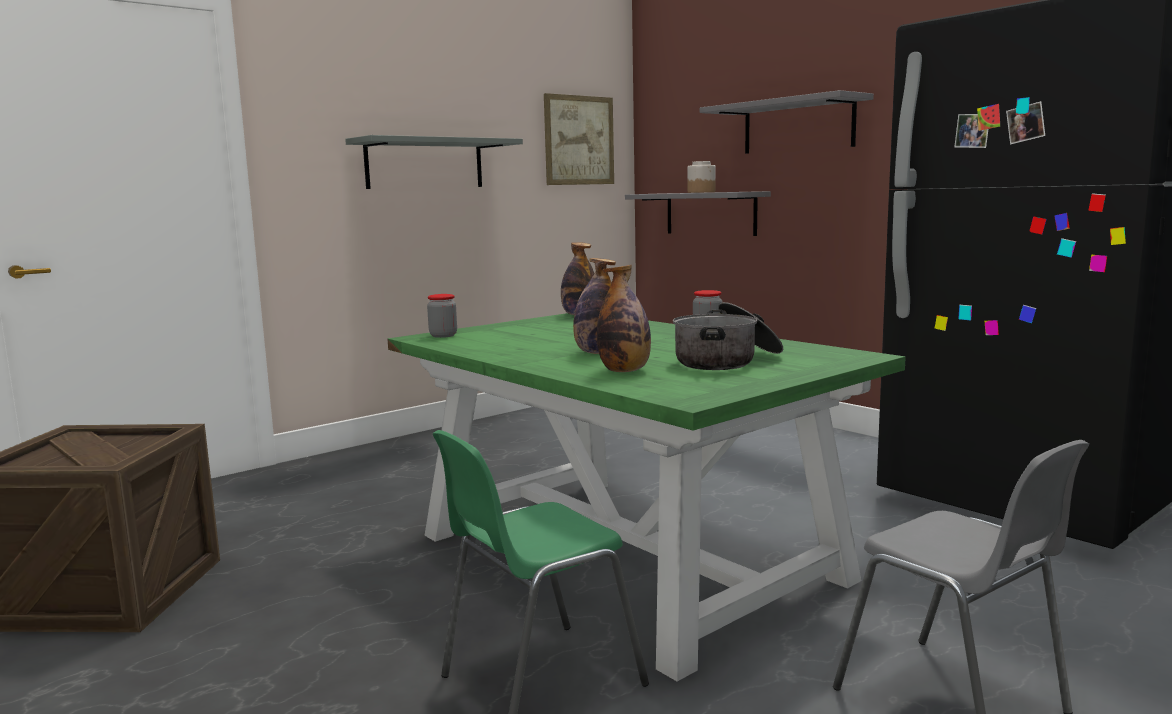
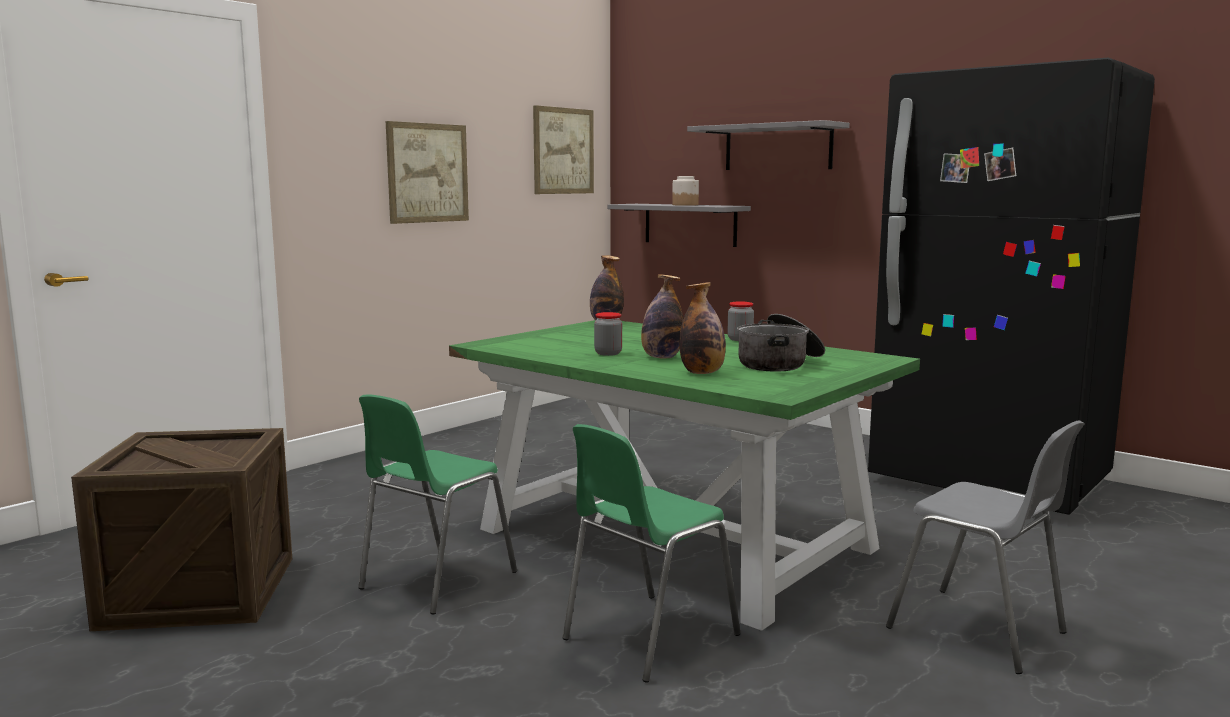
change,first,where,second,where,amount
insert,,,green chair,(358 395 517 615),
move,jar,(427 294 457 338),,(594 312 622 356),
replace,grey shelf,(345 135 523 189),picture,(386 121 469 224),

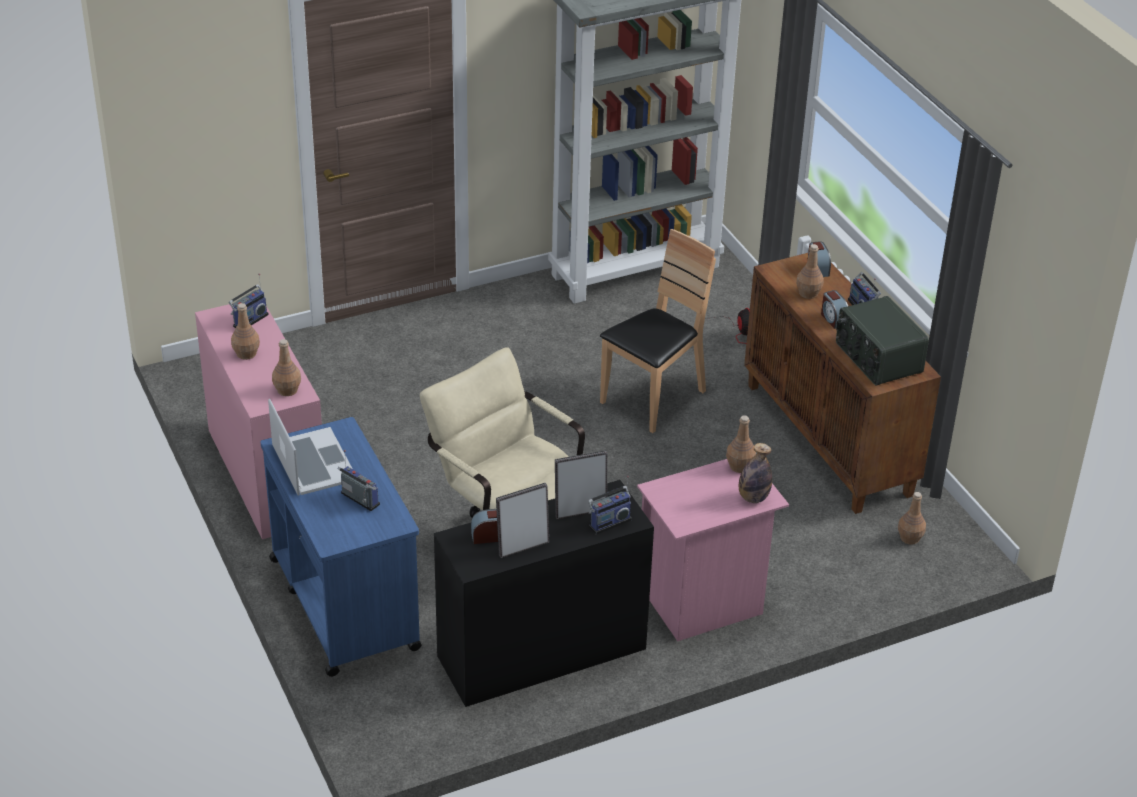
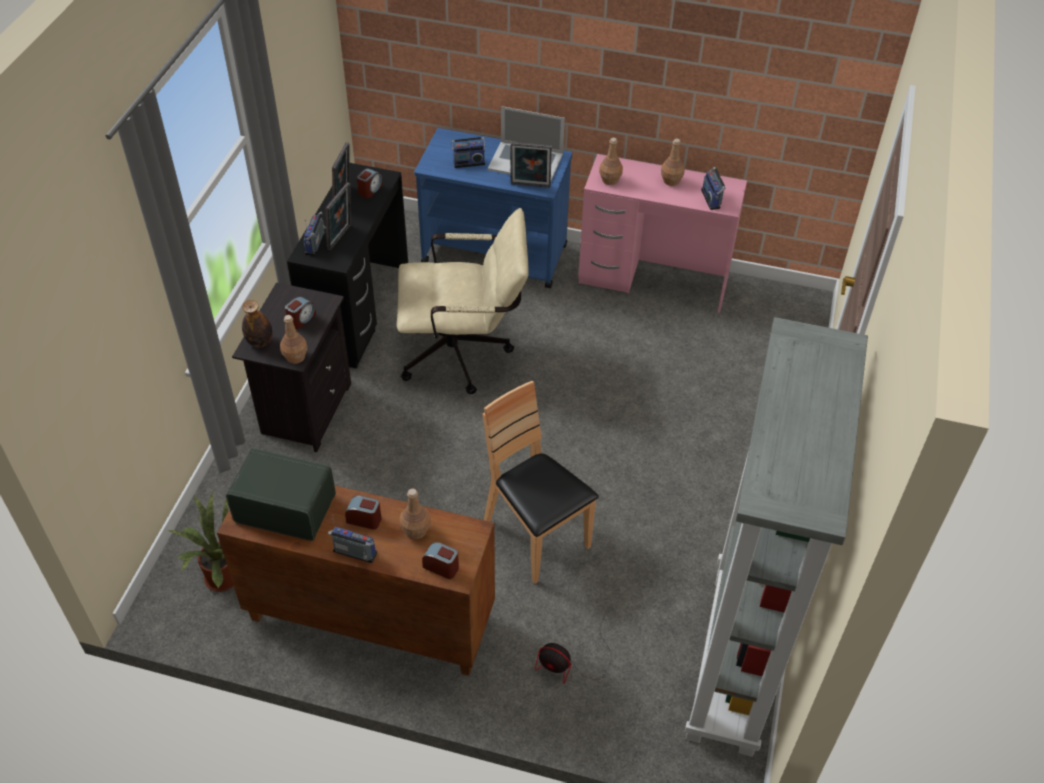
change,first,where,second,where,amount
insert,,,alarm clock,(285 296 316 329),
insert,,,picture frame,(510 142 552 188),
replace,brown bottle,(898 492 926 545),potted plant,(167 491 234 592),
recolor,pink nightstand,(637 459 789 641),black nightstand,(232 282 351 452),
rotate,brown chair,(600 229 716 433),,(483 381 599 584),150 degrees clockwise

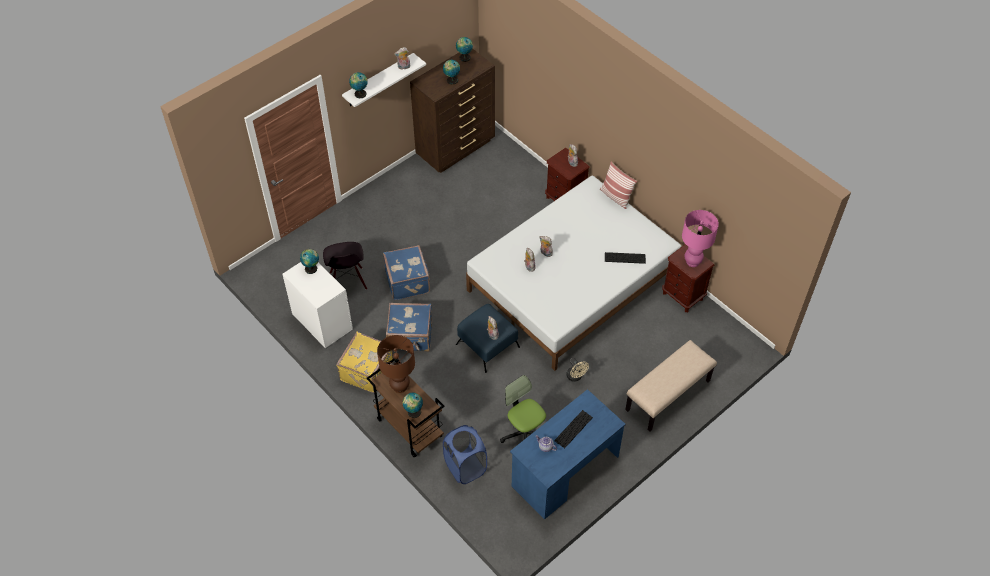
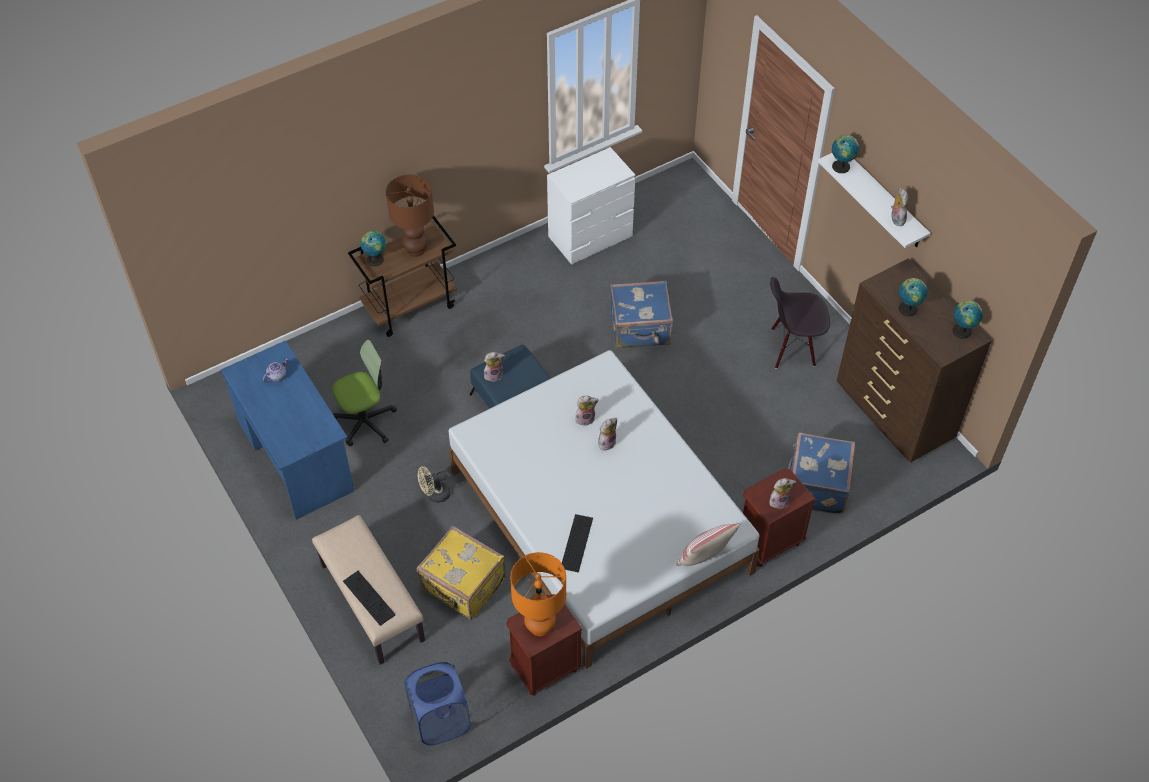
change,first,where,second,where,amount
delete,globe,(300 249 319 274),,,
move,black chair,(323 242 367 290),,(770 277 830 369),
move,yellow suitcase,(336 332 394 393),,(416 525 506 620),
move,blue suitcase,(386 303 432 351),,(788 432 855 515),
move,blue laundry basket,(443 425 487 484),,(404 662 470 746),
move,keyboard,(554 410 593 448),,(343 571 395 626),
recolor,pink table lamp,(682 210 719 267),orange table lamp,(510 552 566 636),

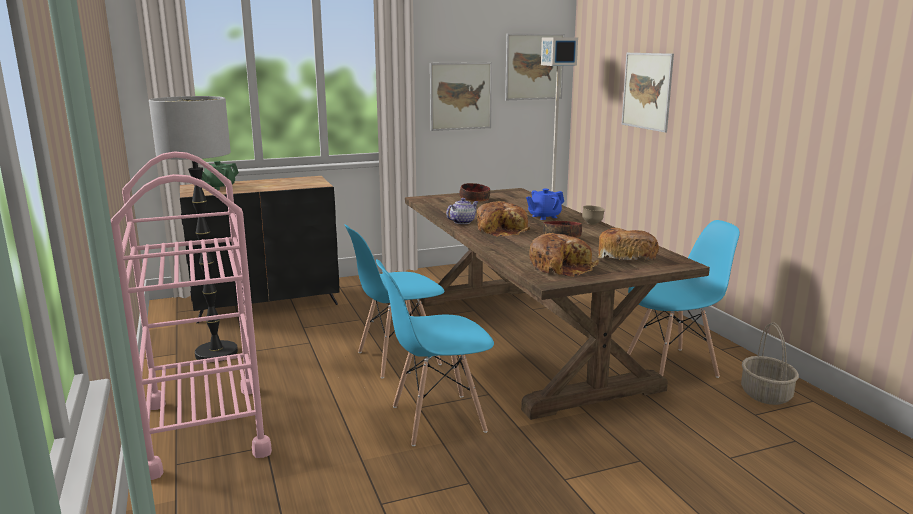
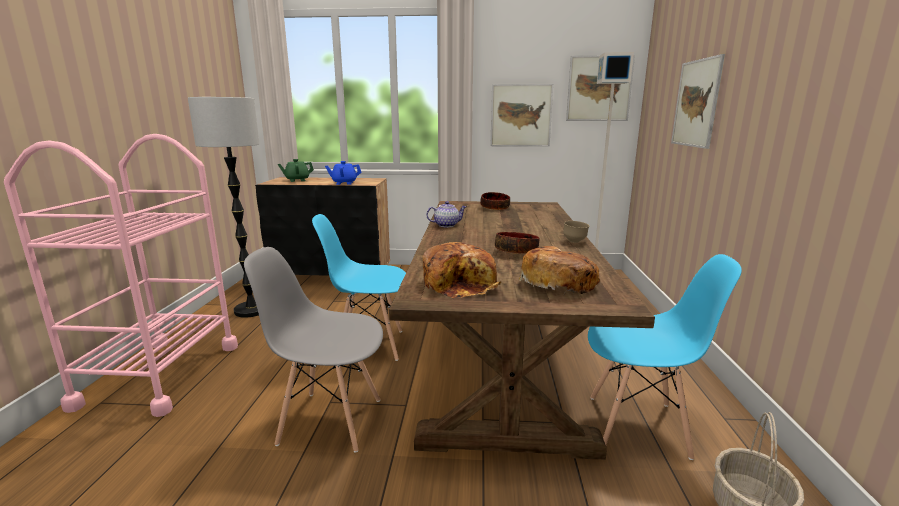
change,first,where,second,where,amount
delete,bread,(477 201 530 237),,,
move,blue teapot,(526 189 564 220),,(325 161 362 185),
recolor,blue chair,(376 259 494 446),grey chair,(244 247 383 453),

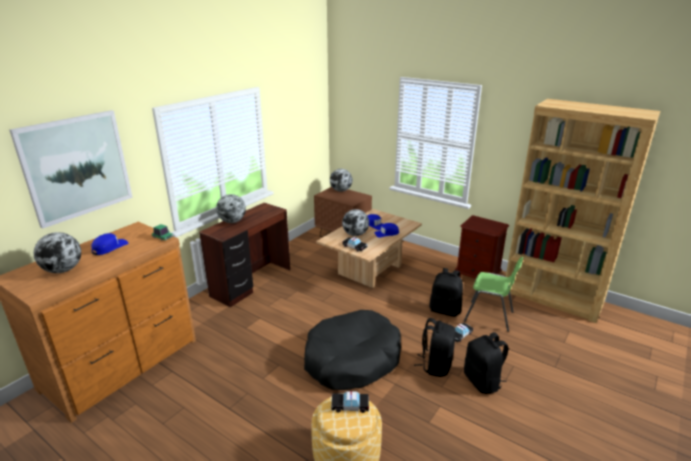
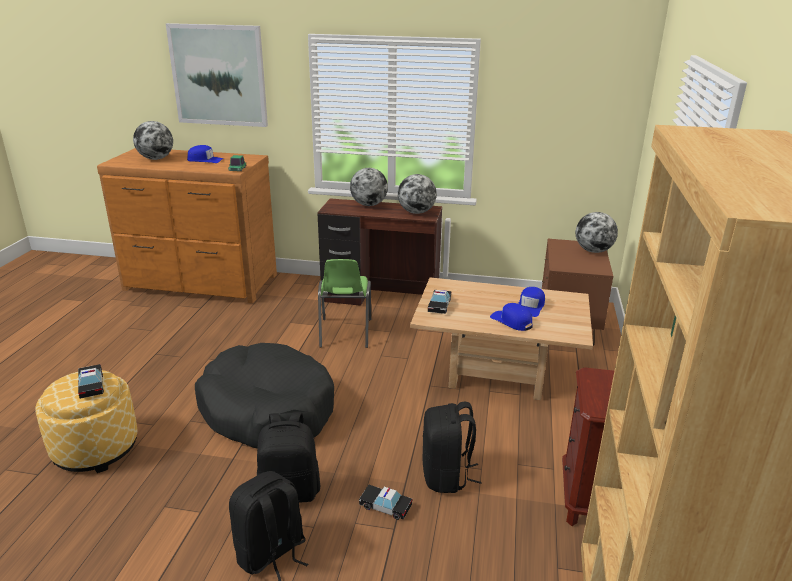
change,first,where,second,where,amount
move,globe,(342 209 369 236),,(398 174 437 214),
move,green chair,(464 257 523 332),,(318 259 371 348),

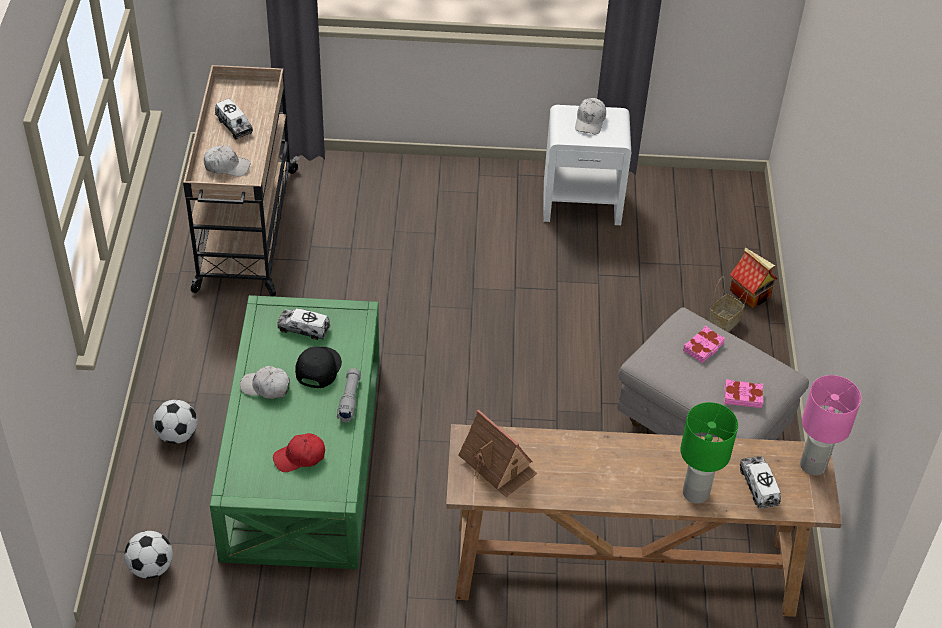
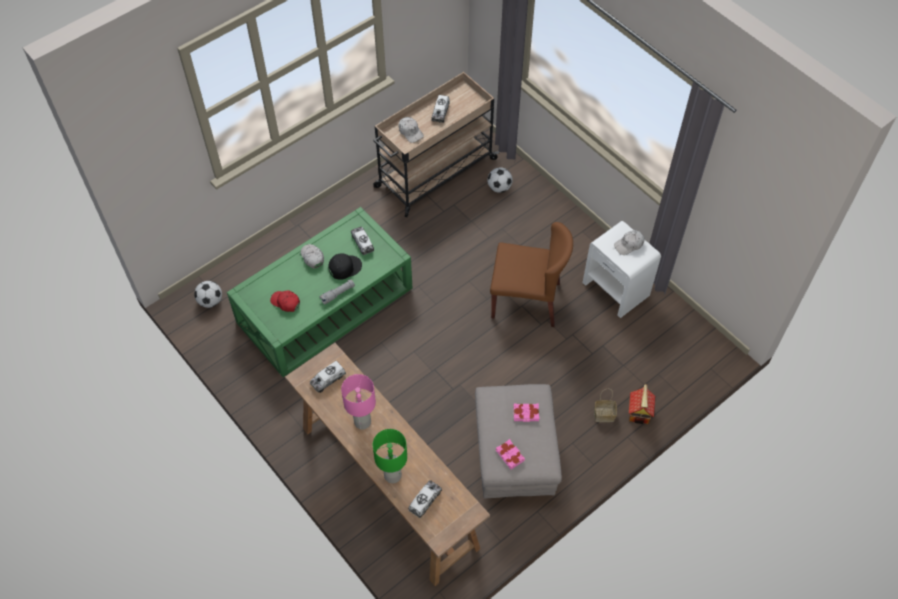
change,first,where,second,where,amount
insert,,,brown chair,(490 222 573 327),
move,football,(153 400 198 444),,(487 167 513 193),
move,pink table lamp,(800 375 861 476),,(341 374 376 429),
replace,toy house,(458 410 538 497),toy truck,(310 361 346 393),

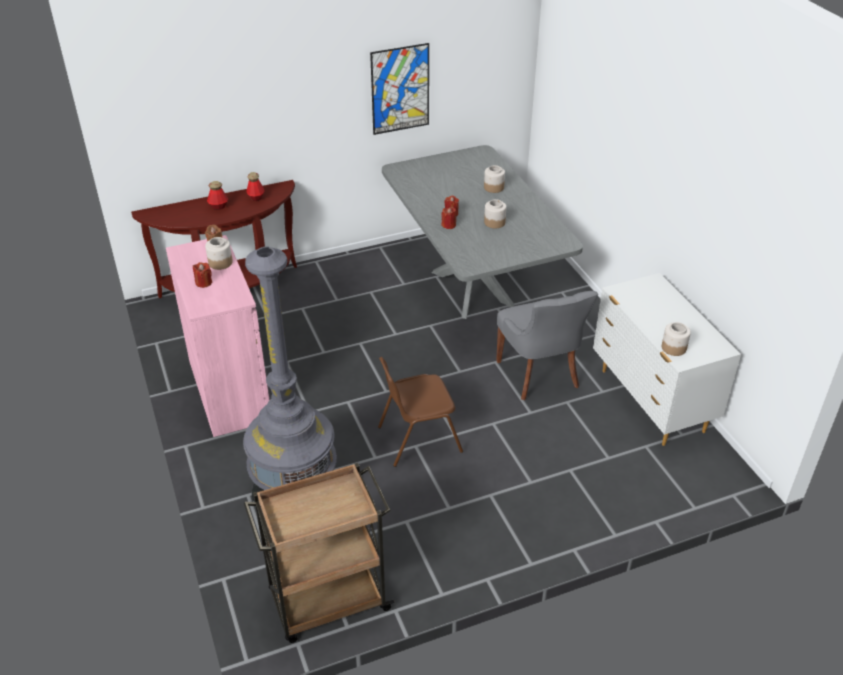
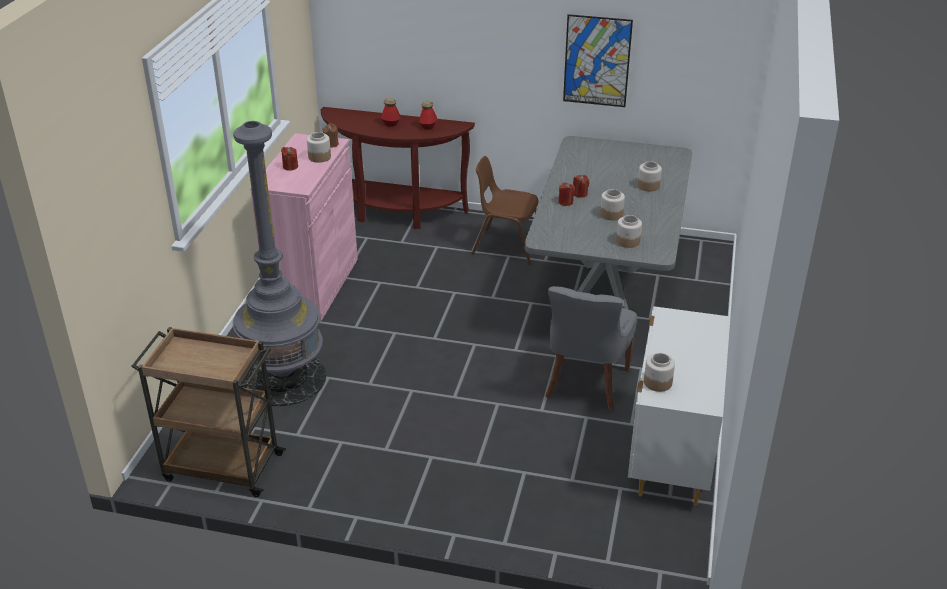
change,first,where,second,where,amount
insert,,,jar,(616 215 642 248),
move,brown chair,(378 357 463 467),,(472 156 539 265),

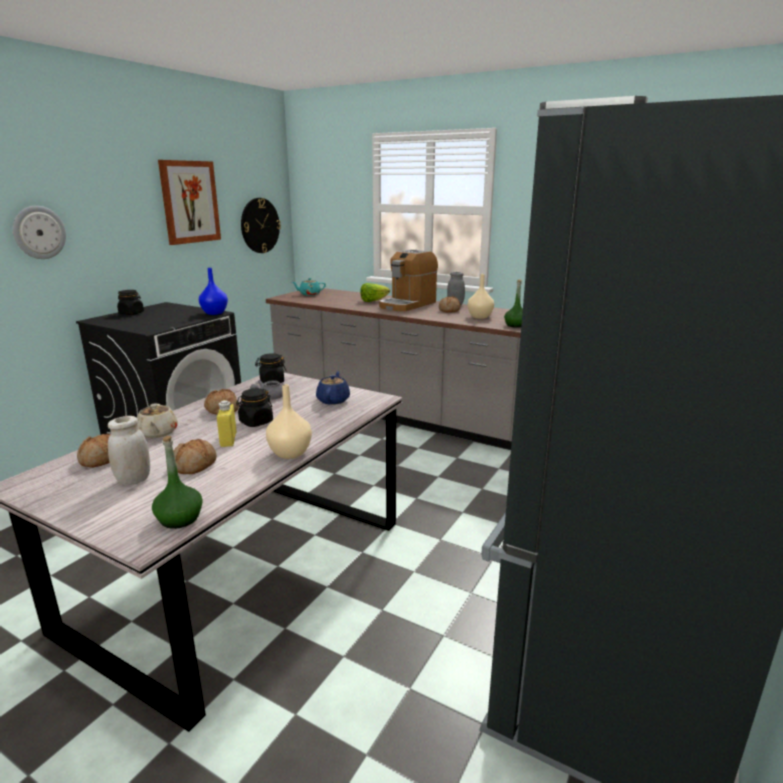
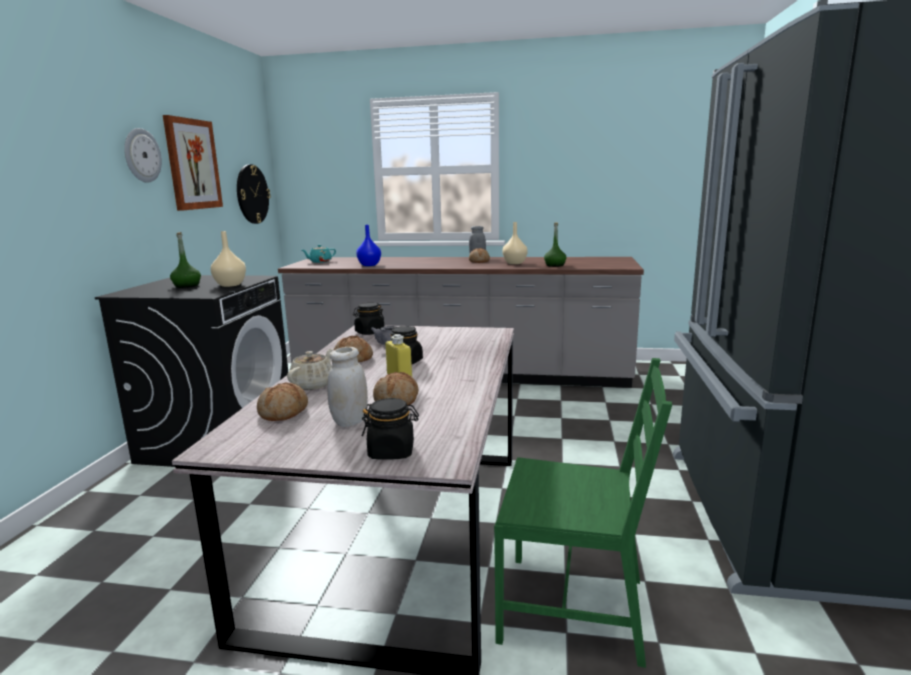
change,first,where,second,where,amount
delete,blue teapot,(316 371 350 405),,,
delete,lettuce,(360 283 390 302),,,
delete,coffee machine,(379 250 438 311),,,
insert,,,green chair,(494 358 672 668),
move,wall clock,(13 206 66 259),,(124 128 162 183),
move,black jar,(117 290 144 315),,(362 398 419 460),
move,green bottle,(152 436 203 529),,(170 232 201 288),
move,blue vase,(199 268 228 315),,(356 225 381 266),
move,beige vase,(266 384 312 459),,(211 231 246 287),
rotate,beige teapot,(137 404 178 438),,(287 348 333 390),120 degrees counterclockwise

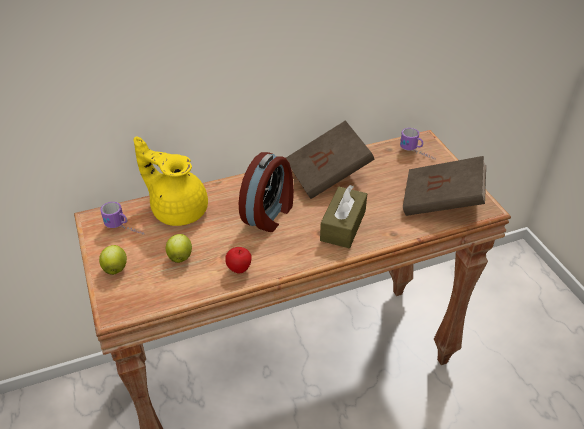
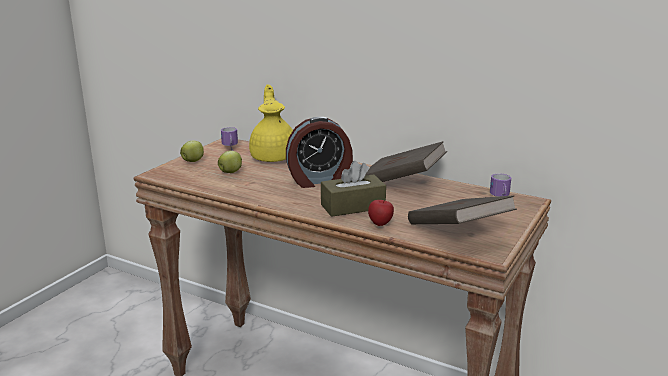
change,first,where,second,where,amount
move,apple,(225 247 252 273),,(368 200 394 226),

